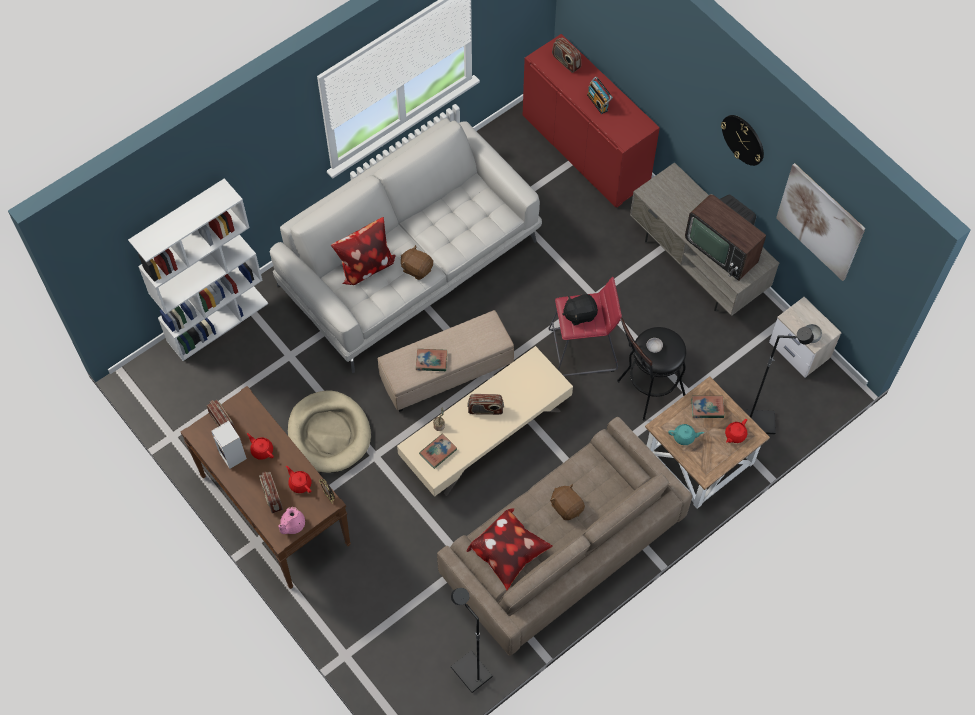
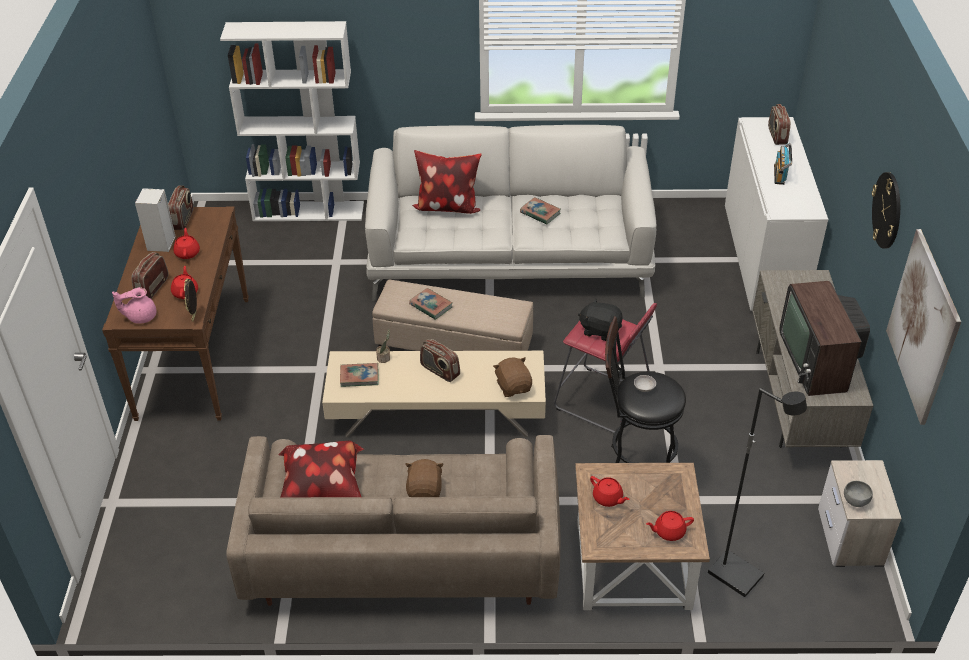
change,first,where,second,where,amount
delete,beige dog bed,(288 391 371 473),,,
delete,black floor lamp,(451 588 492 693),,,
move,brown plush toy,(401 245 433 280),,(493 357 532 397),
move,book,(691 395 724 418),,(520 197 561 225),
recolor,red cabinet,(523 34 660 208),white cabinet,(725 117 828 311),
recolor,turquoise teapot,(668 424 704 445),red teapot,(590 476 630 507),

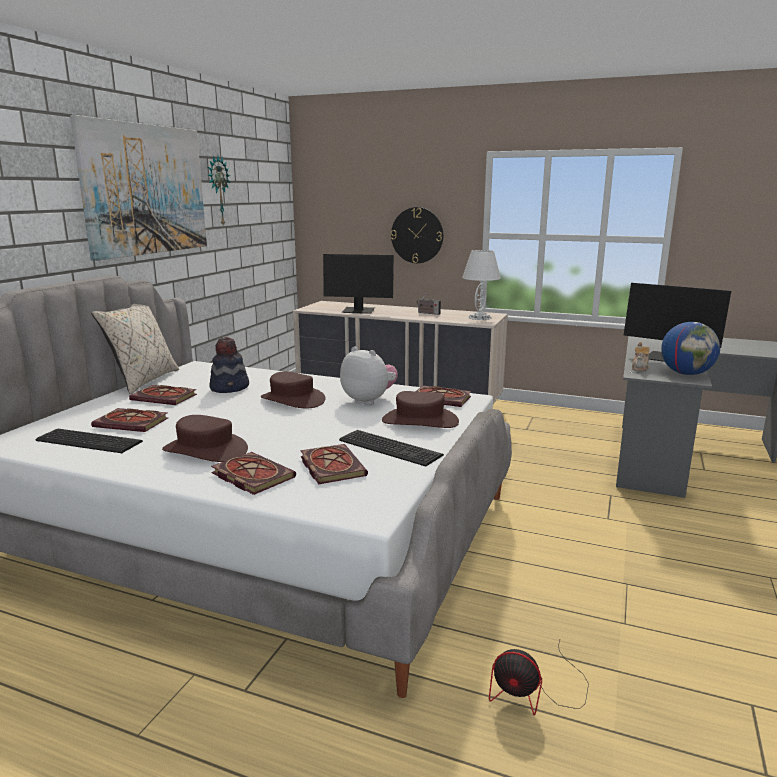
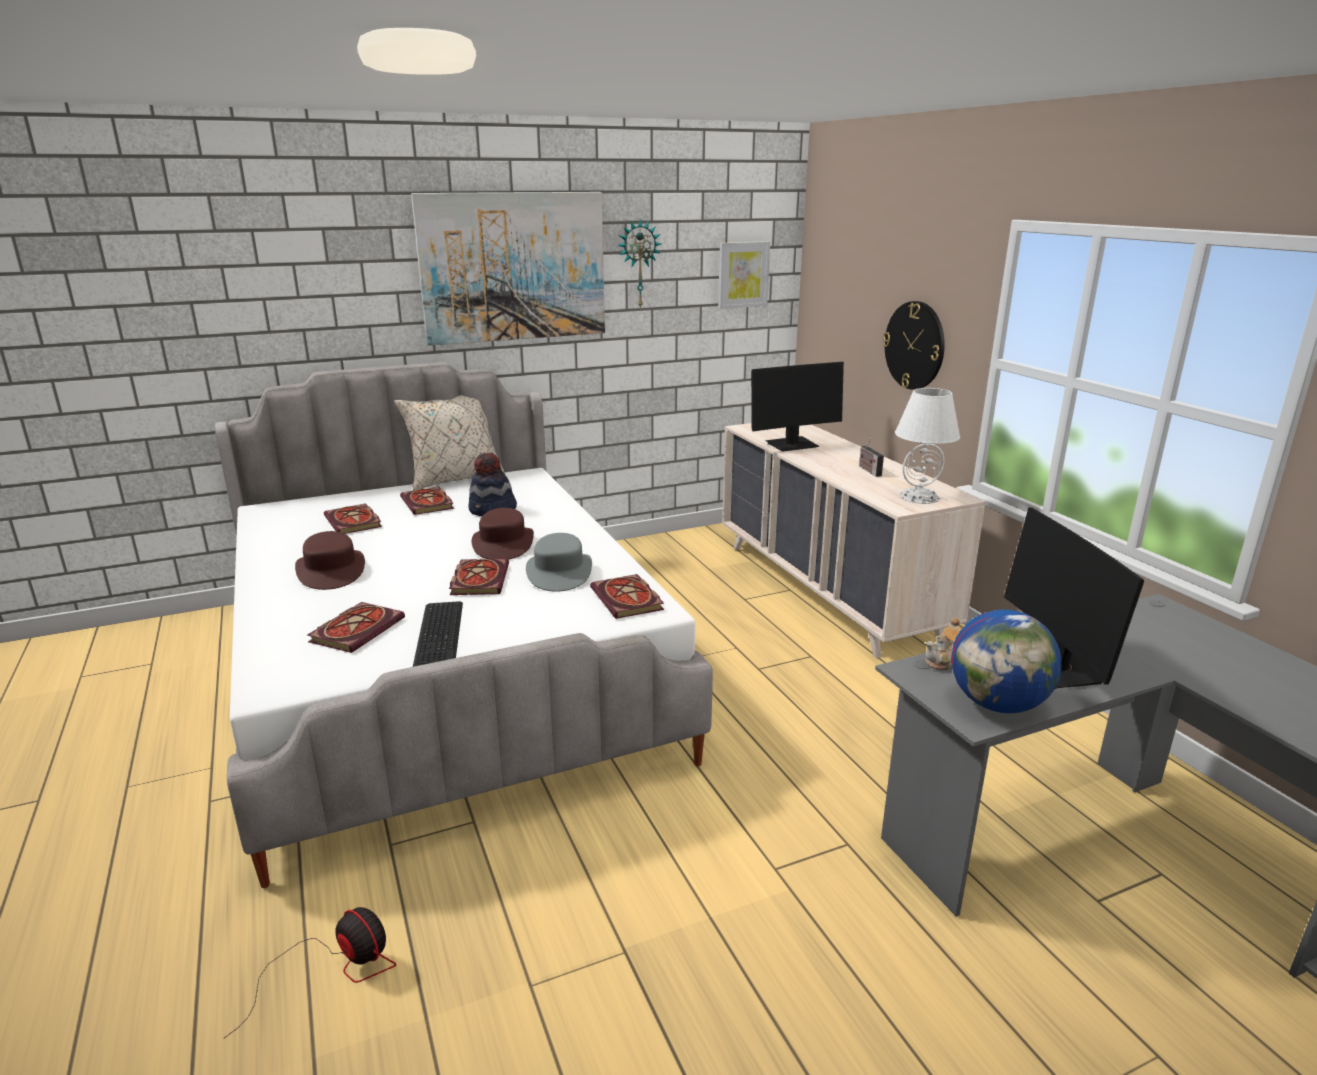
change,first,where,second,where,amount
delete,keyboard,(36 429 143 453),,,
delete,brown hat,(382 391 459 428),,,
insert,,,picture,(718 241 770 309),
move,book,(211 452 296 495),,(449 559 509 595),
replace,plush toy,(340 346 398 405),grey hat,(526 533 592 592),
rotate,monitor,(323 254 394 314),,(751 362 844 452),75 degrees counterclockwise
rotate,fan,(489 640 589 715),,(223 907 396 1039),150 degrees clockwise

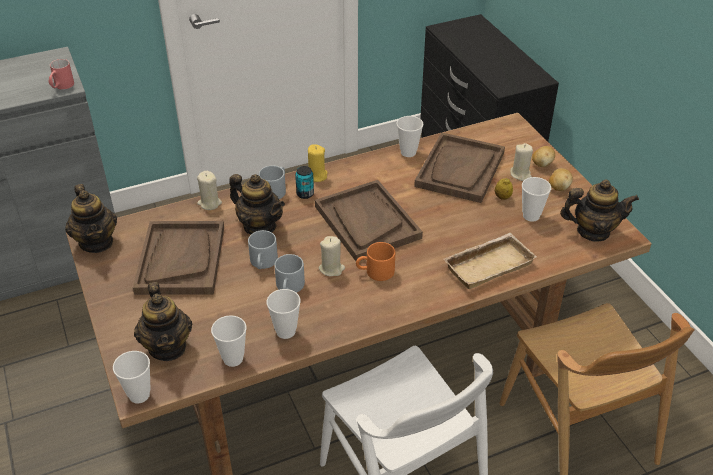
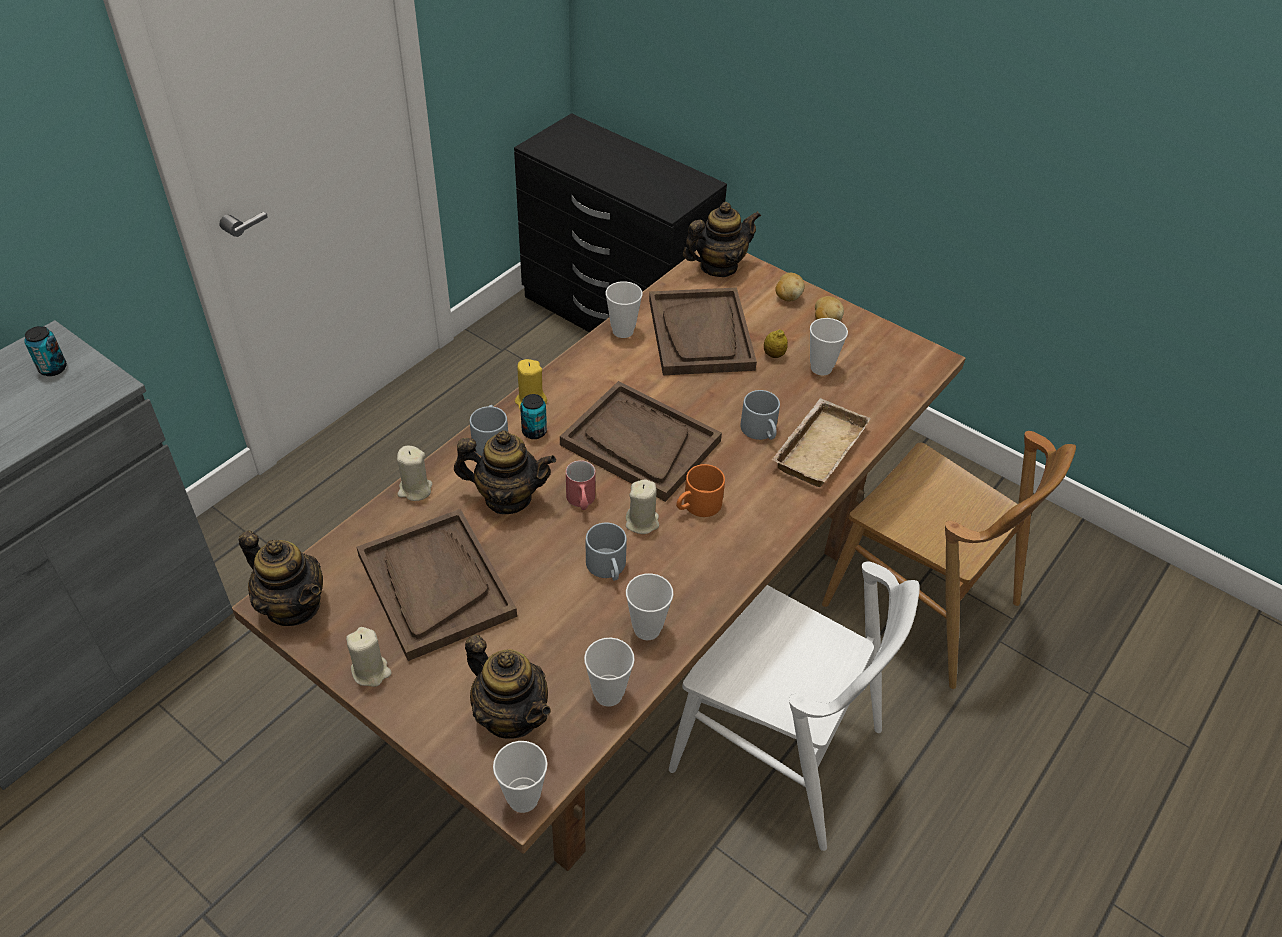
change,first,where,second,where,amount
insert,,,can,(24 326 67 376),
move,red mug,(48 59 74 90),,(566 460 595 510),
move,grey mug,(248 230 278 269),,(740 390 780 440),
move,beige candle,(510 143 533 181),,(346 627 392 687),
move,teapot,(560 179 639 242),,(683 202 761 277),

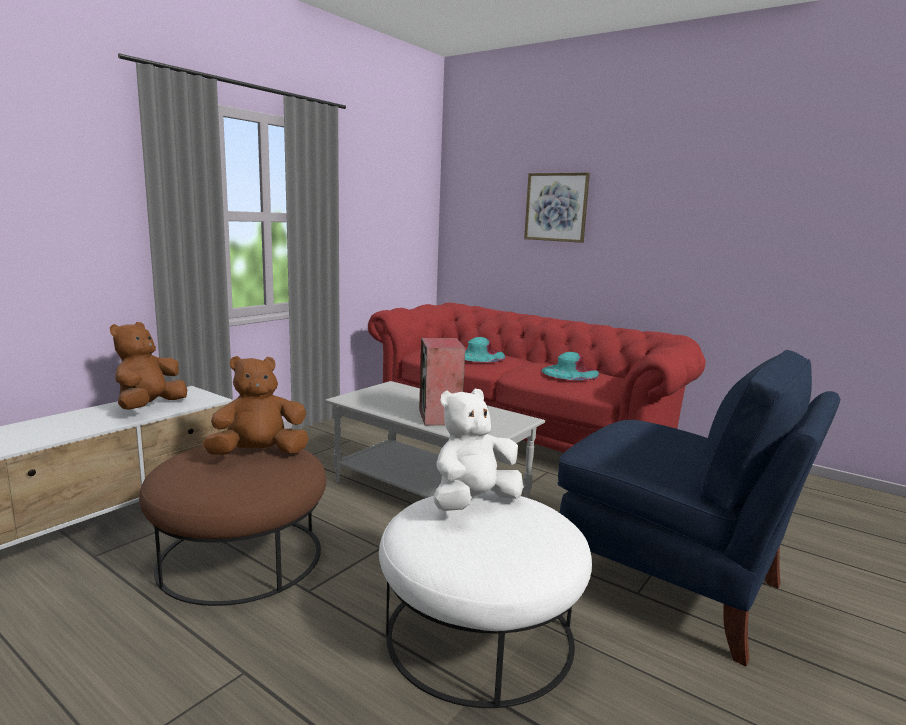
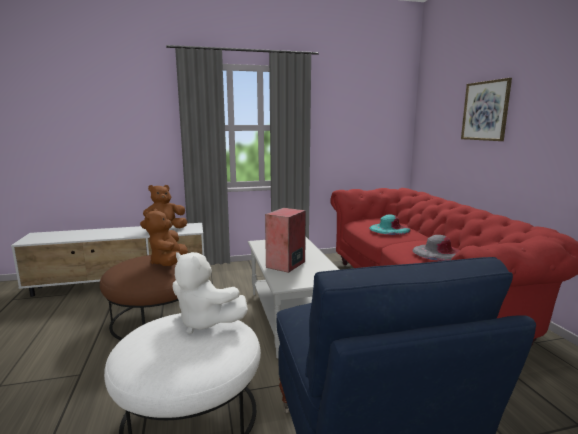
change,first,where,second,where,amount
recolor,turquoise hat,(542 352 599 380),grey hat,(412 235 460 261),
rotate,brown plush toy,(203 356 309 455),,(144 209 188 266),105 degrees counterclockwise
rotate,white plush toy,(434 389 523 511),,(172 252 248 334),150 degrees counterclockwise

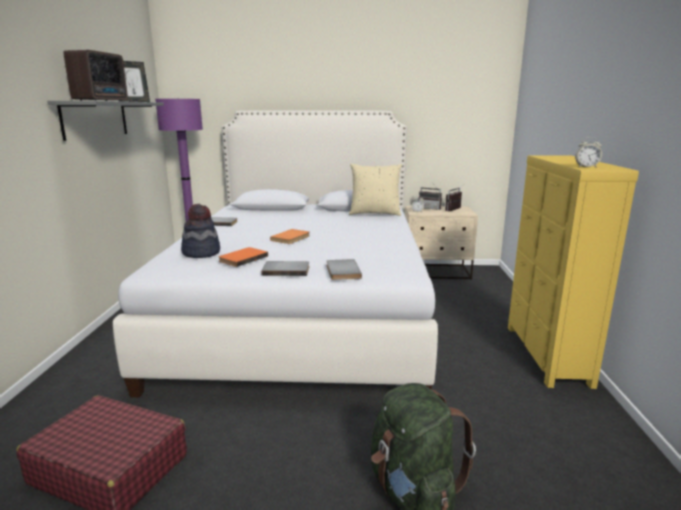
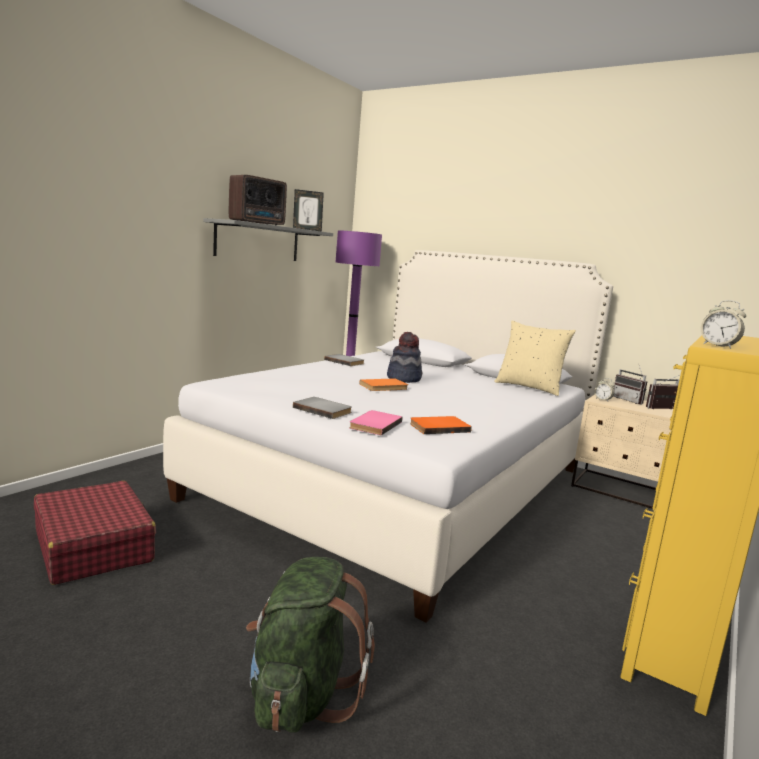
change,first,where,second,where,amount
move,hat,(181 204 220 258),,(387 332 422 383),
move,orange book,(218 247 268 267),,(410 416 472 434),
recolor,grey book,(327 259 362 280),pink book,(349 410 402 435),

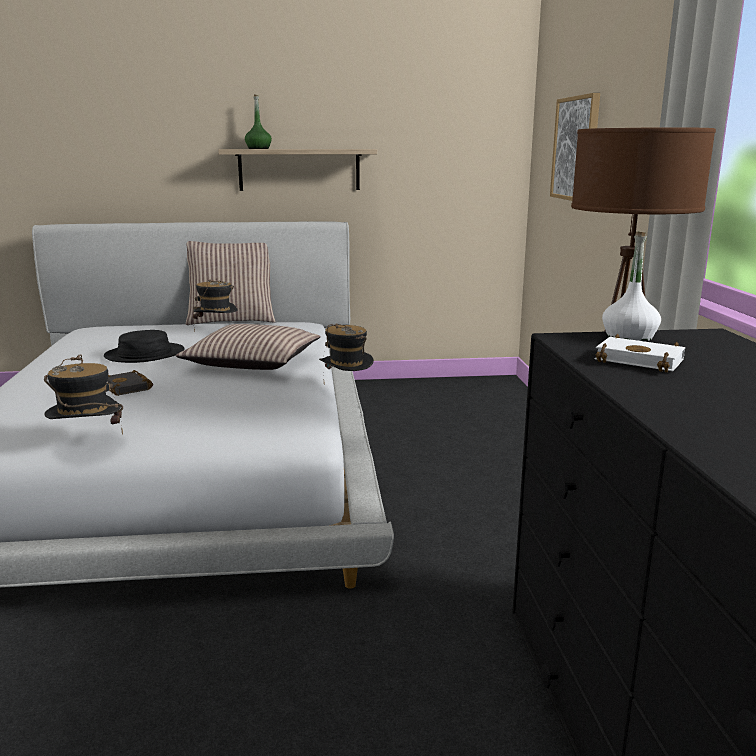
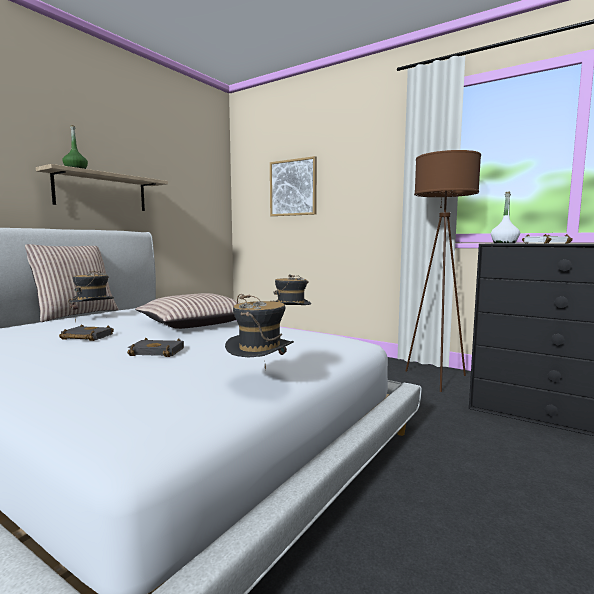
change,first,where,second,where,amount
replace,black hat,(104 330 185 363),black book,(59 324 114 341),

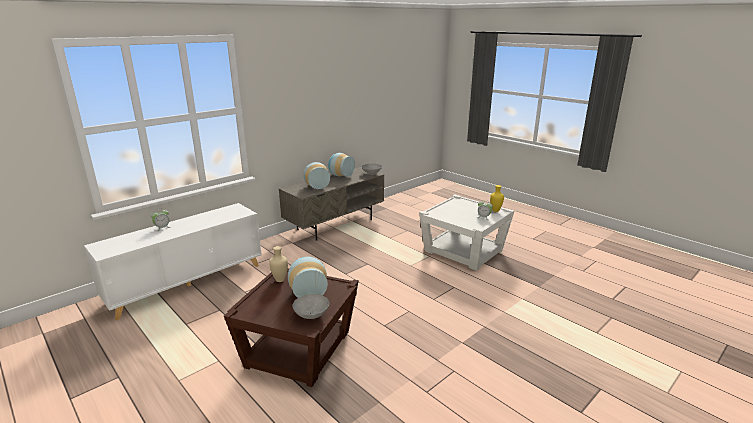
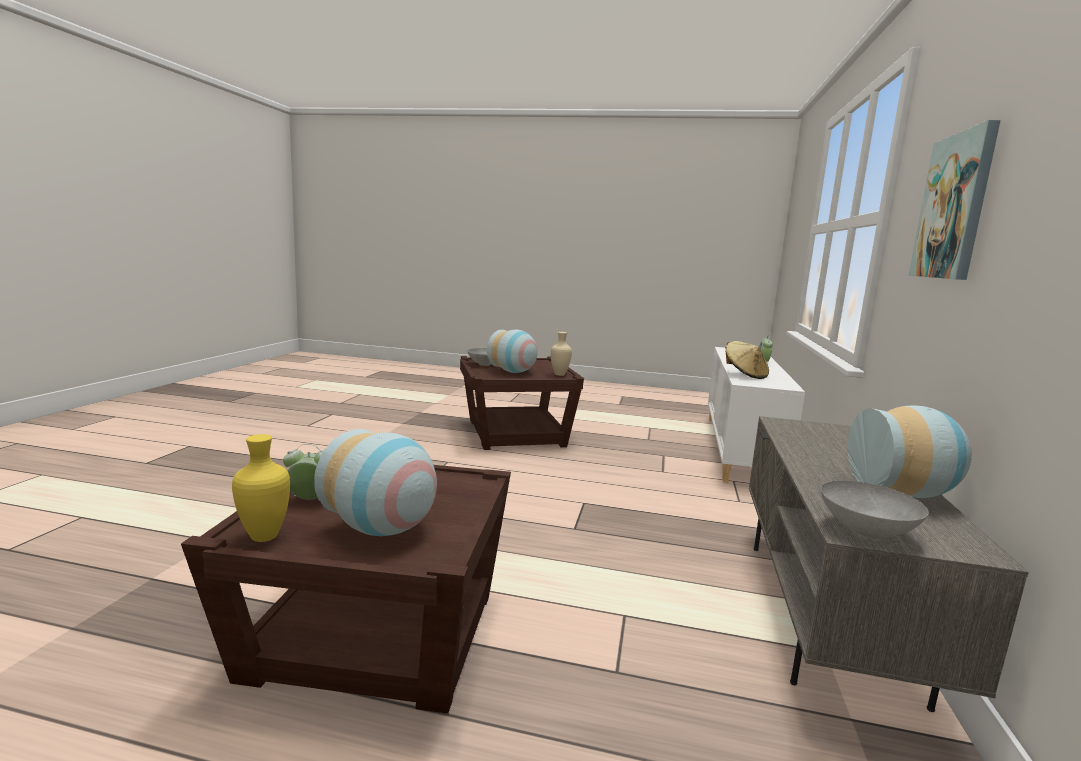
change,first,where,second,where,amount
insert,,,beige hat,(725 341 769 379),
insert,,,picture,(909 120 1000 280),
move,vase,(304 162 330 189),,(314 429 437 536),
recolor,white side table,(419 194 514 271),brown side table,(181 453 511 714),

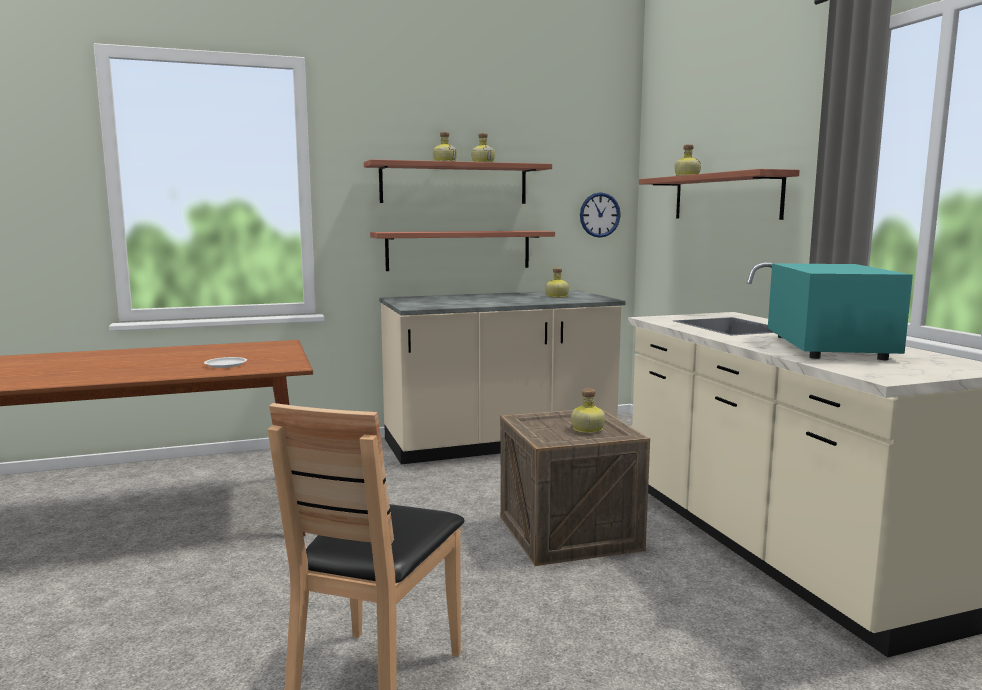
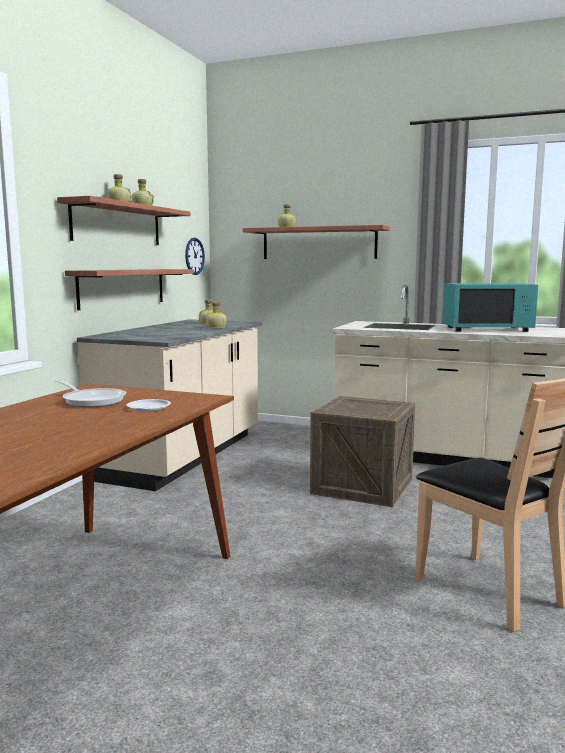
change,first,where,second,where,amount
insert,,,frying pan,(54 379 126 408),
move,bottle,(571 389 605 433),,(206 302 227 328),
rotate,turquoise microwave,(768 263 913 360),,(442 283 538 332),135 degrees clockwise

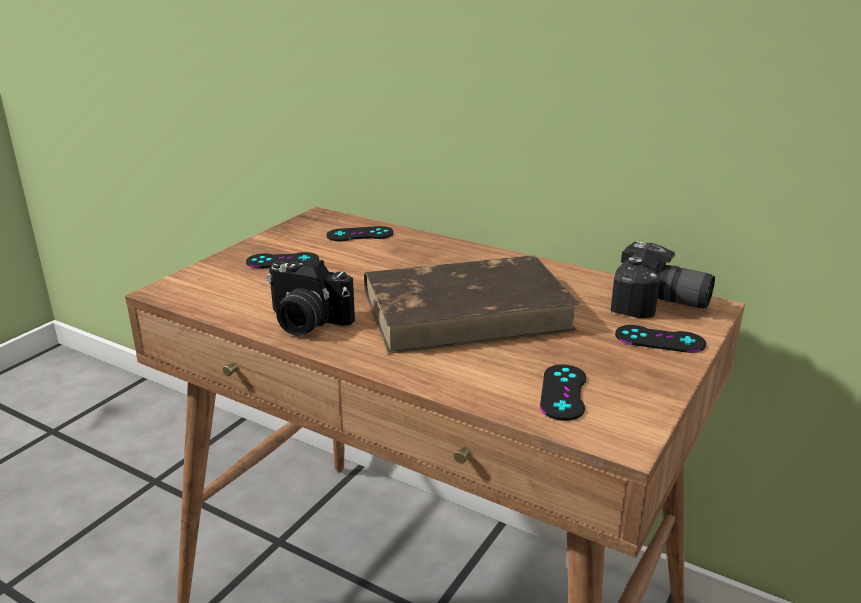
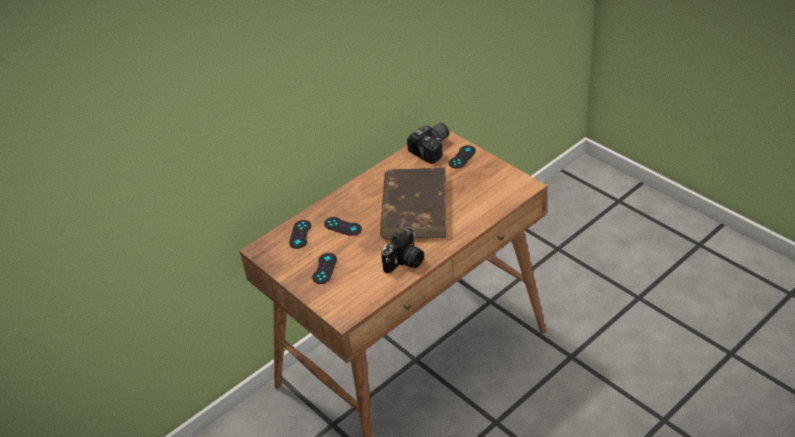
change,first,where,second,where,amount
move,black game controller,(540 364 586 421),,(324 217 362 236),

